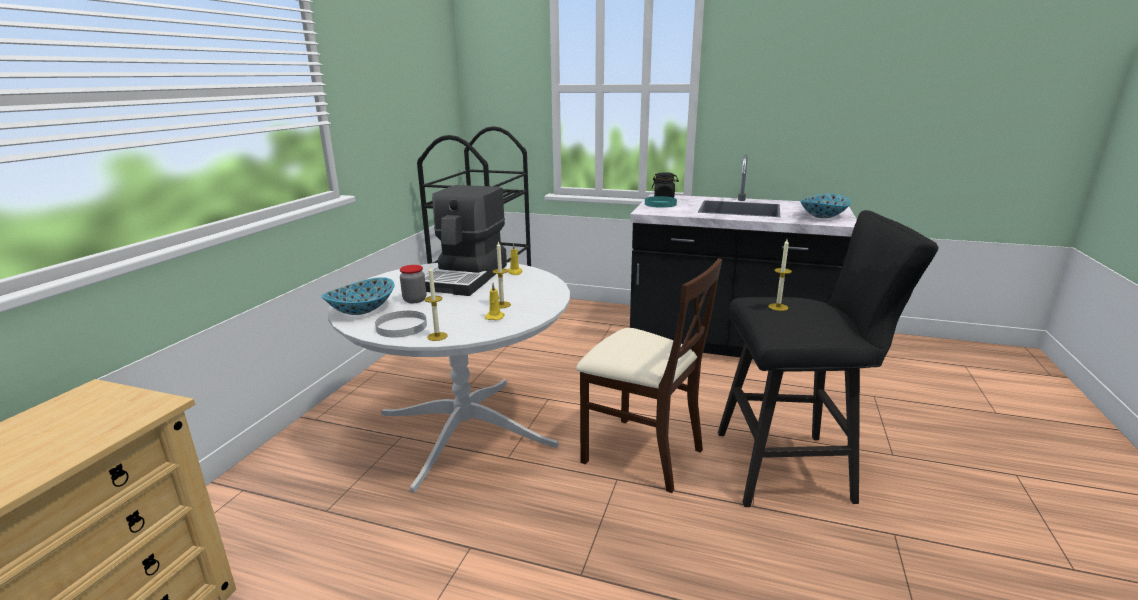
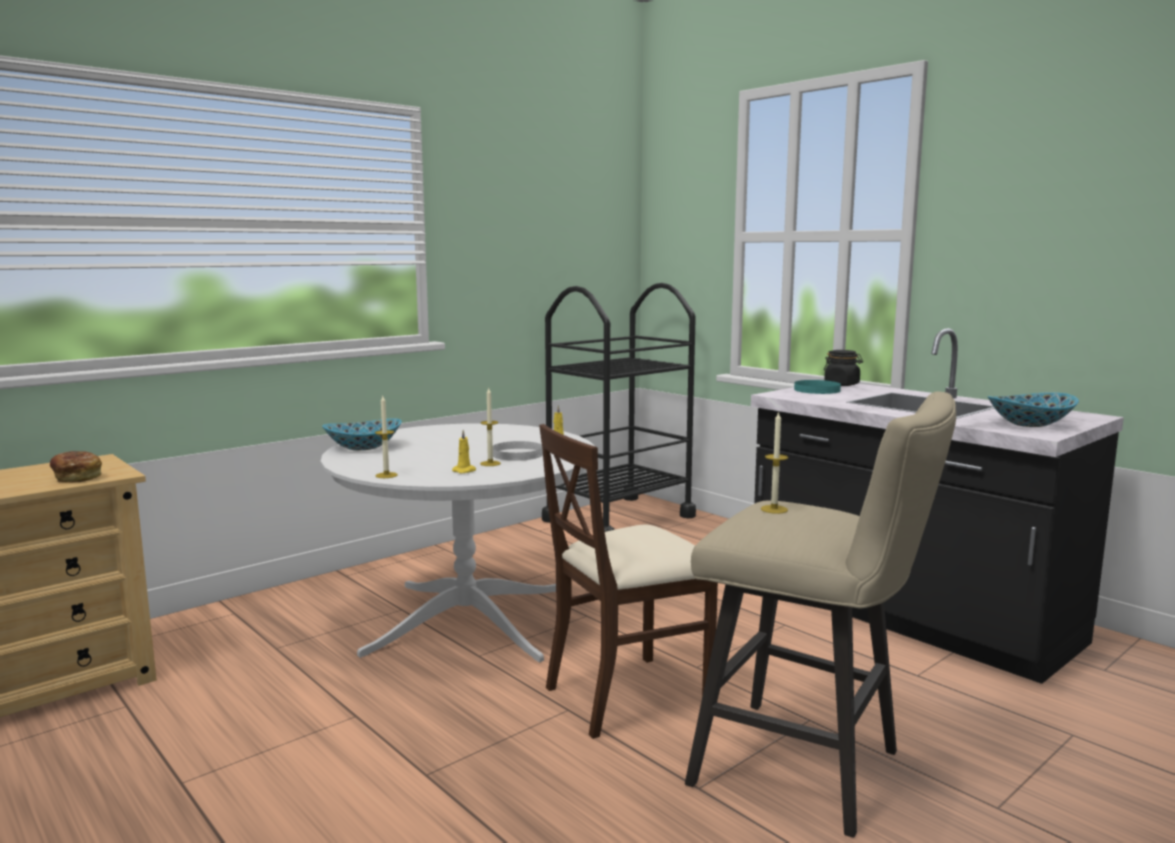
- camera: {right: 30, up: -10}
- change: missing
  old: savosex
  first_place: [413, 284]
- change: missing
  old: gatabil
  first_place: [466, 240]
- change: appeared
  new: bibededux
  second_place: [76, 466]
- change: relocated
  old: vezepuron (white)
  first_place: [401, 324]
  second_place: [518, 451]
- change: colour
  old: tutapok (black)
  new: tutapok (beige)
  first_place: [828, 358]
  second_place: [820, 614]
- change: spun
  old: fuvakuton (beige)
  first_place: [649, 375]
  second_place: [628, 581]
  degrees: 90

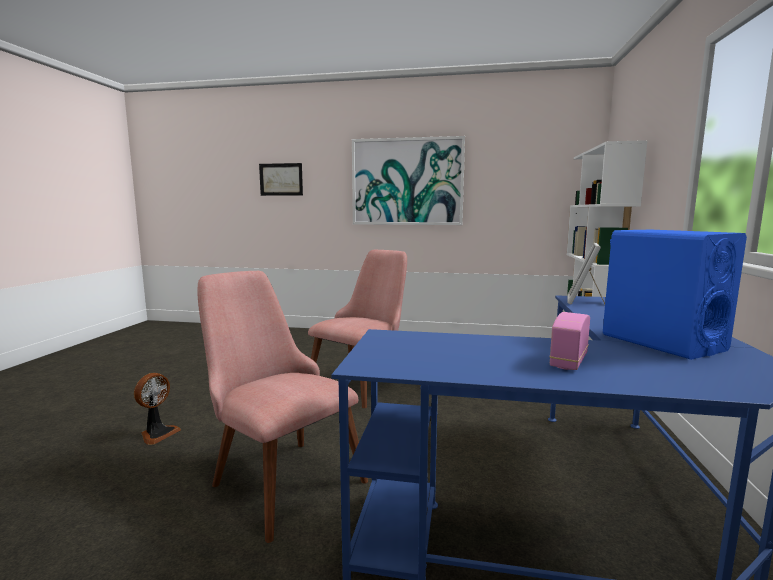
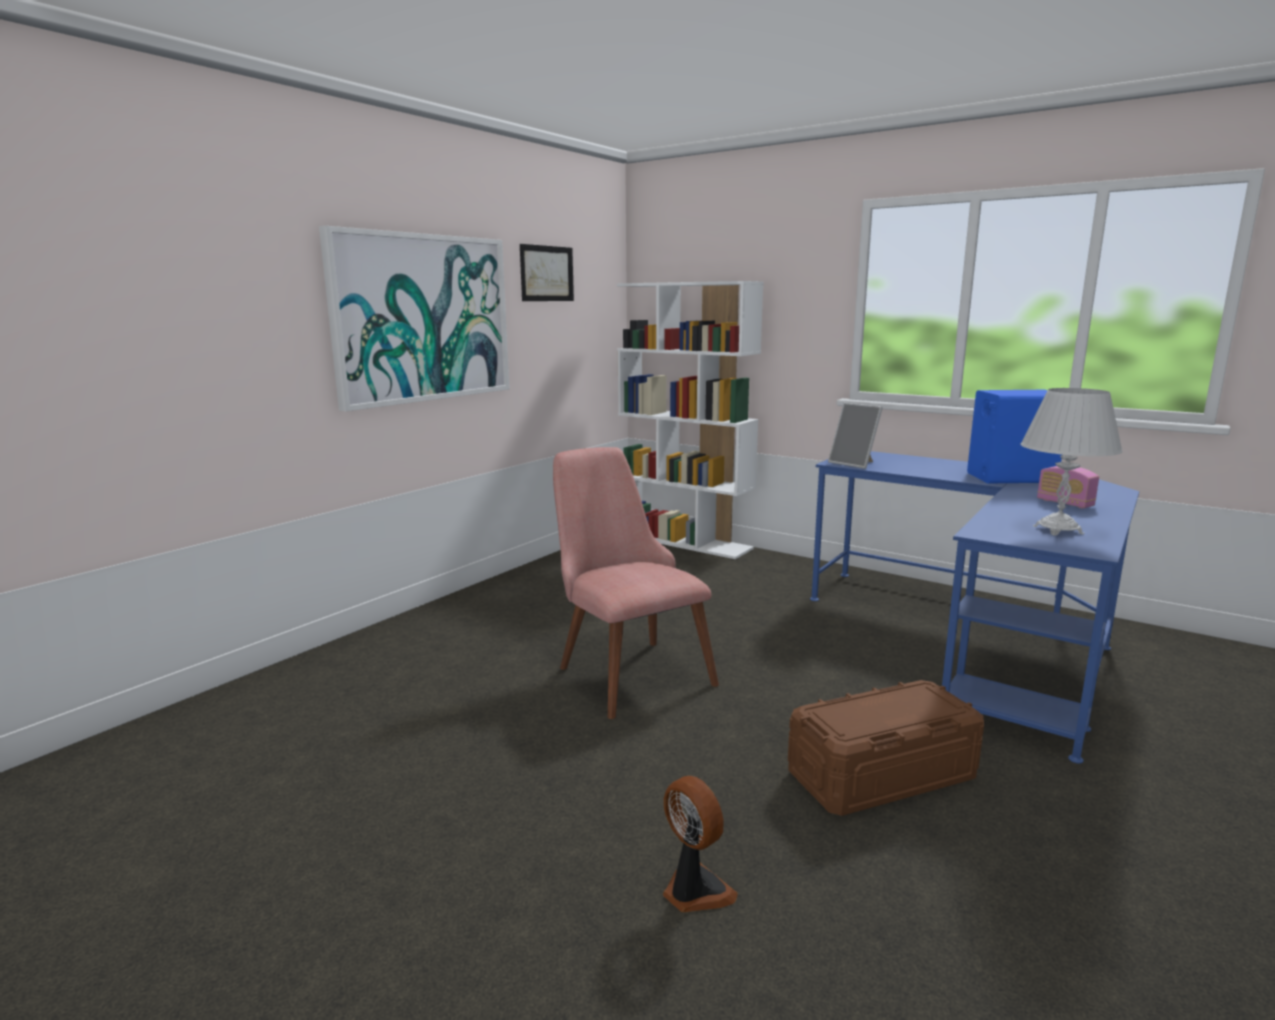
- camera: {right: -65, up: 5}
- change: appeared
  new: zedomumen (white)
  second_place: [1072, 462]
- change: relocated
  old: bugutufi
  first_place: [281, 179]
  second_place: [547, 272]
- change: exchanged
  old: fuvakuton (pink)
  new: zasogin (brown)
  first_place: [283, 407]
  second_place: [886, 748]

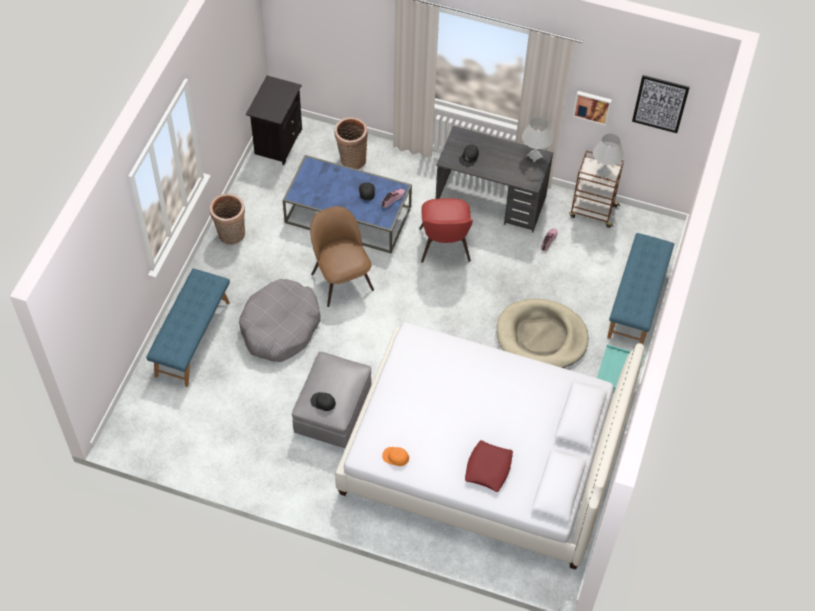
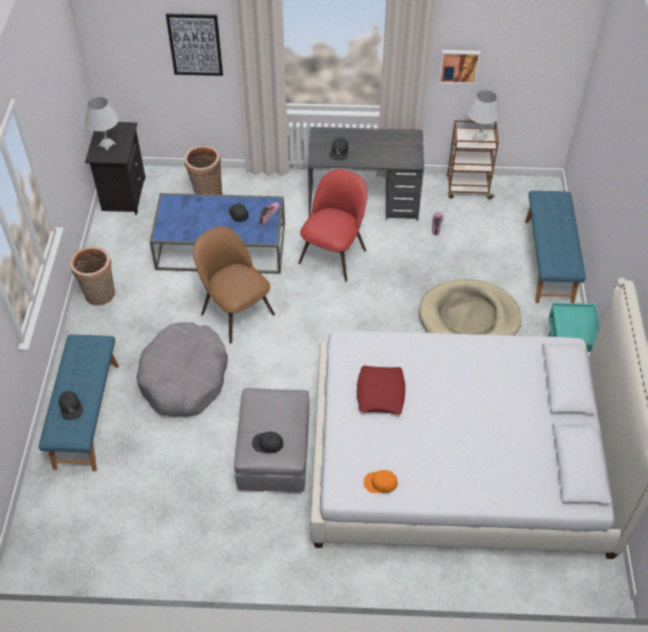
- camera: {right: -15, up: -5}
- change: appeared
  new: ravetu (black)
  second_place: [71, 405]
- change: relocated
  old: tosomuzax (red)
  first_place: [489, 466]
  second_place: [381, 390]
- change: relocated
  old: zedomumen (white)
  first_place: [537, 139]
  second_place: [102, 124]
- change: relocated
  old: bugutufi
  first_place: [661, 104]
  second_place: [194, 44]
- change: spun
  old: fuvakuton (red)
  first_place: [446, 230]
  second_place: [332, 225]
  degrees: -135

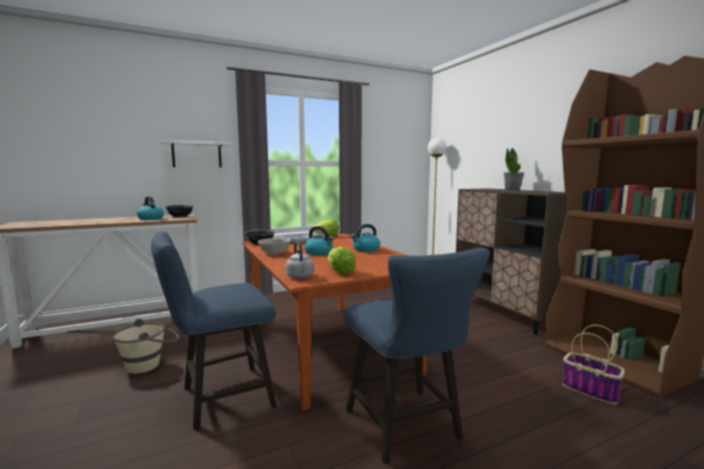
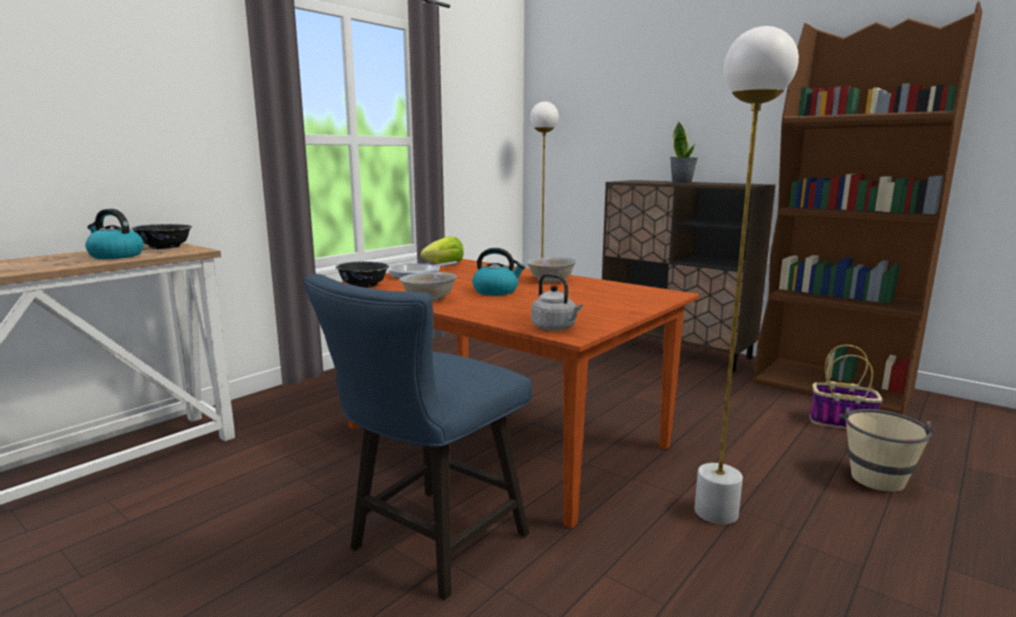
- camera: {right: -25, up: 5}
- change: missing
  old: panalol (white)
  first_place: [196, 153]
- change: missing
  old: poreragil
  first_place: [342, 260]
- change: relocated
  old: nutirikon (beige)
  first_place: [146, 346]
  second_place: [886, 449]
- change: exchanged
  old: fuvakuton (blue)
  new: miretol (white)
  first_place: [417, 355]
  second_place: [746, 275]
- change: exchanged
  old: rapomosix
  new: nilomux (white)
  first_place: [365, 238]
  second_place: [551, 270]

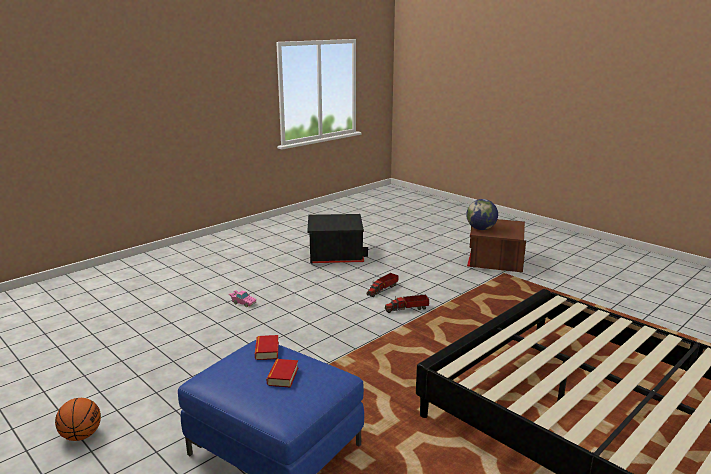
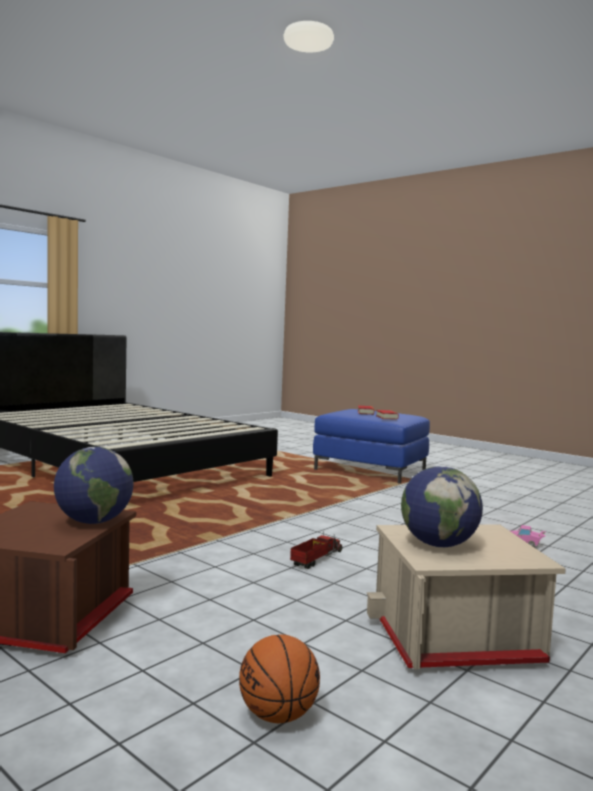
- camera: {right: 175, up: -15}
- change: missing
  old: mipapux
  first_place: [407, 304]
- change: appeared
  new: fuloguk
  second_place: [442, 506]
- change: relocated
  old: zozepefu
  first_place: [78, 419]
  second_place: [279, 678]
- change: colour
  old: zasogin (black)
  new: zasogin (beige)
  first_place: [338, 239]
  second_place: [466, 596]

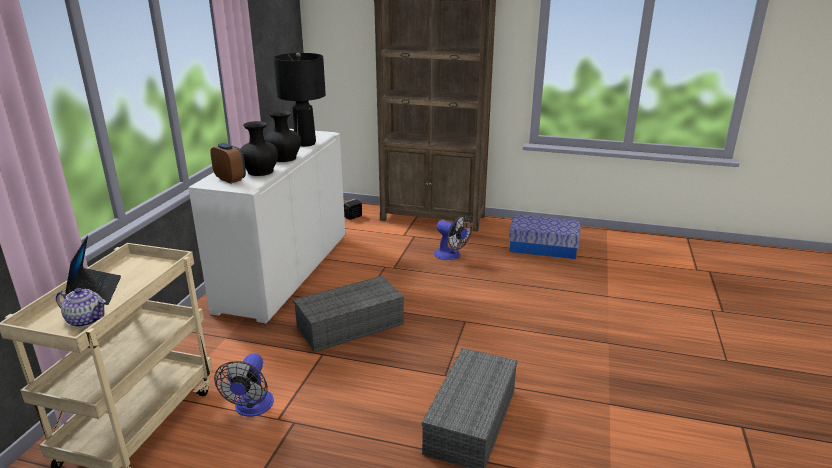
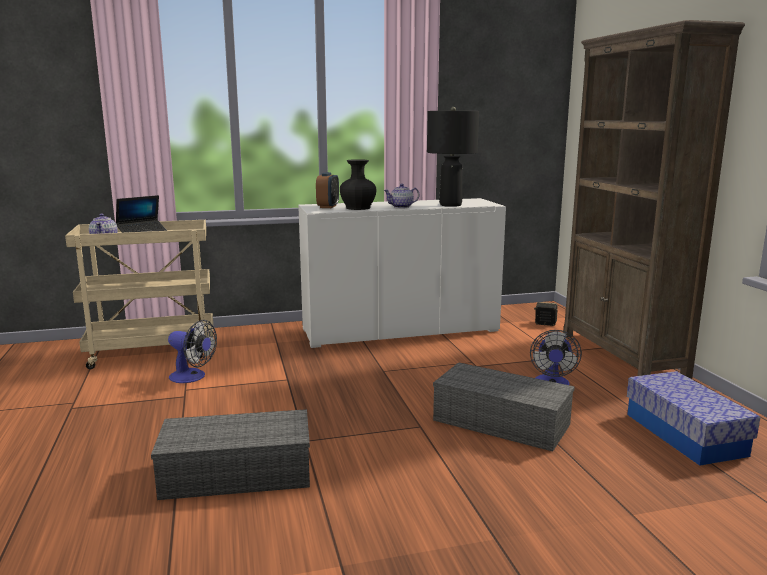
- camera: {right: 60, up: -10}
- change: relocated
  old: zasogin (grey)
  first_place: [348, 314]
  second_place: [504, 407]
- change: exchanged
  old: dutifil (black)
  new: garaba
  first_place: [282, 136]
  second_place: [401, 196]
- change: spun
  old: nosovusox
  first_place: [244, 384]
  second_place: [192, 351]
  degrees: -135

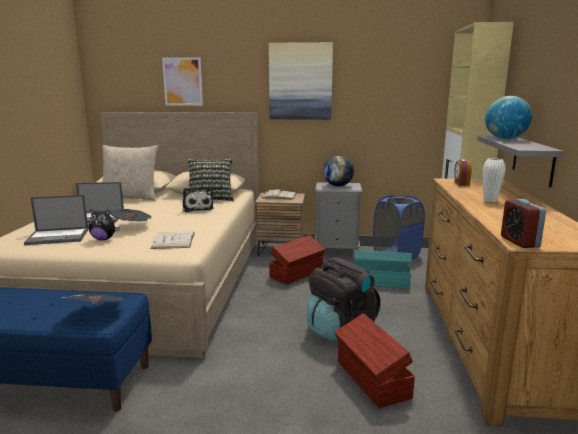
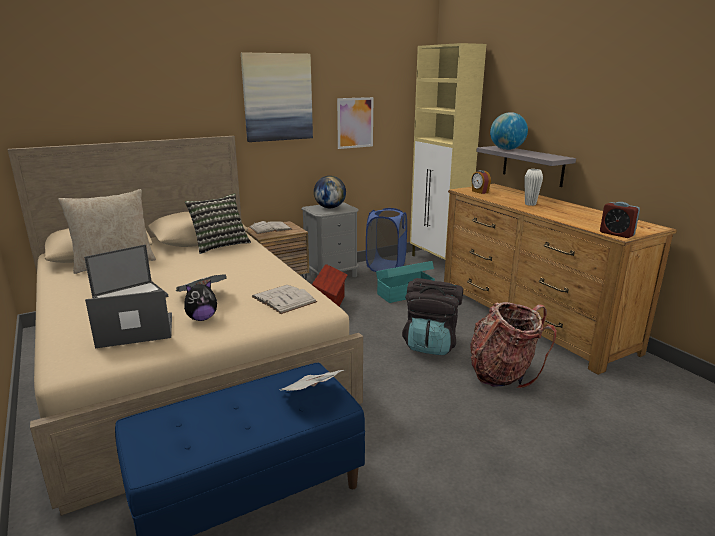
- camera: {right: -35, up: 5}
- change: missing
  old: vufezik
  first_place: [198, 200]
- change: relocated
  old: bugutufi
  first_place: [182, 81]
  second_place: [355, 123]
- change: exchanged
  old: zasogin (brown)
  new: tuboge
  first_place: [375, 360]
  second_place: [513, 345]
- change: spun
  old: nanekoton
  first_place: [56, 220]
  second_place: [128, 319]
  degrees: -150

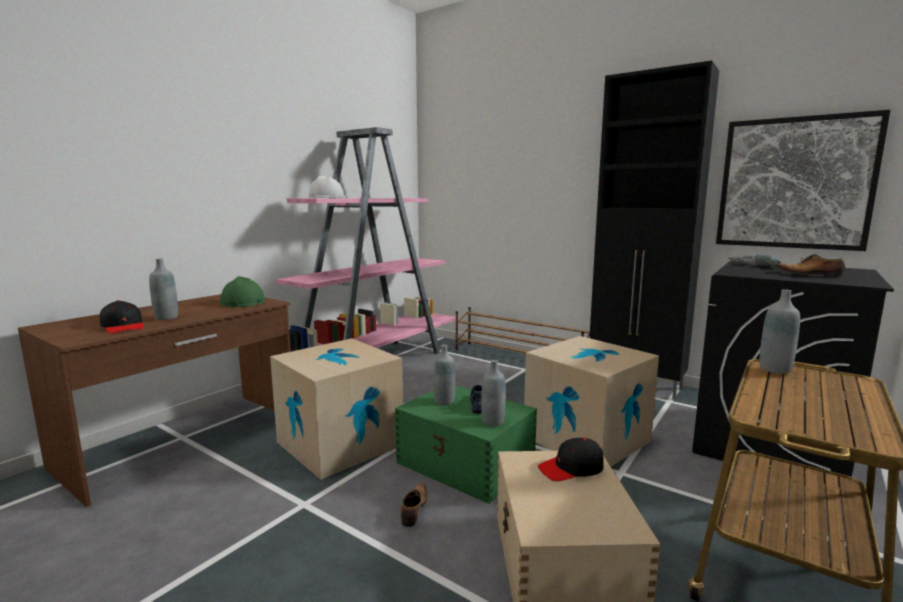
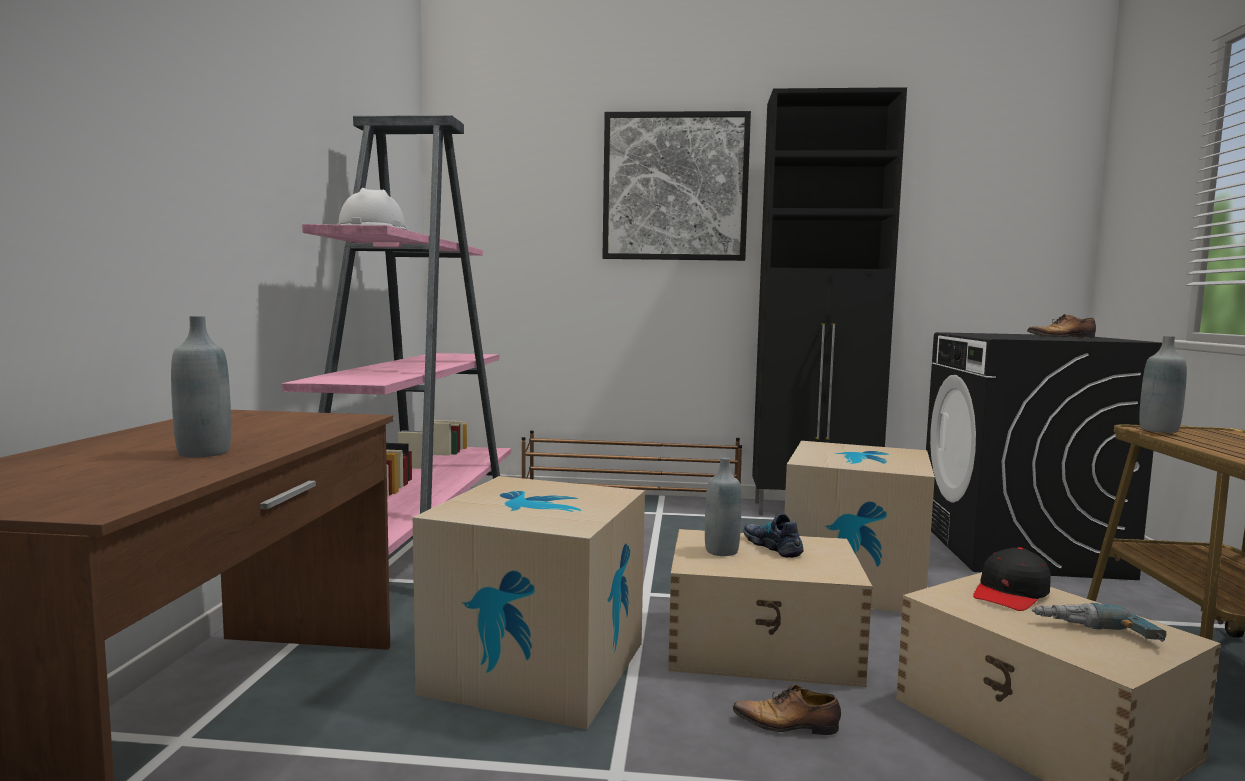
- camera: {right: -30, up: -5}
- change: missing
  old: ravetu (black)
  first_place: [121, 317]
- change: missing
  old: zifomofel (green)
  first_place: [242, 291]
- change: missing
  old: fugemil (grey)
  first_place: [493, 393]
- change: relocated
  old: bugutufi
  first_place: [803, 180]
  second_place: [676, 186]
- change: relocated
  old: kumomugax
  first_place: [754, 260]
  second_place: [1099, 622]
- change: colour
  old: zasogin (green)
  new: zasogin (beige)
  first_place: [466, 444]
  second_place: [770, 608]
- change: spun
  old: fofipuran
  first_place: [414, 505]
  second_place: [787, 709]
  degrees: -60

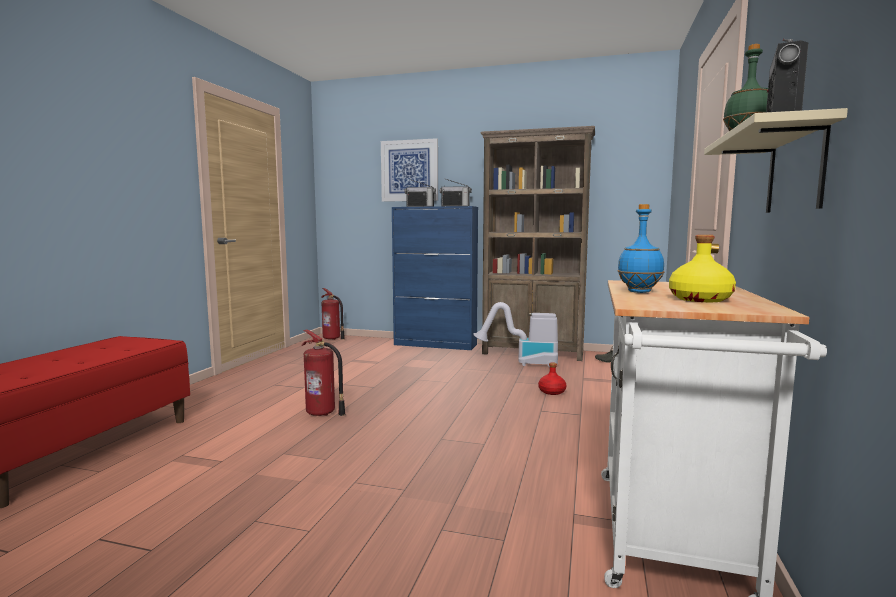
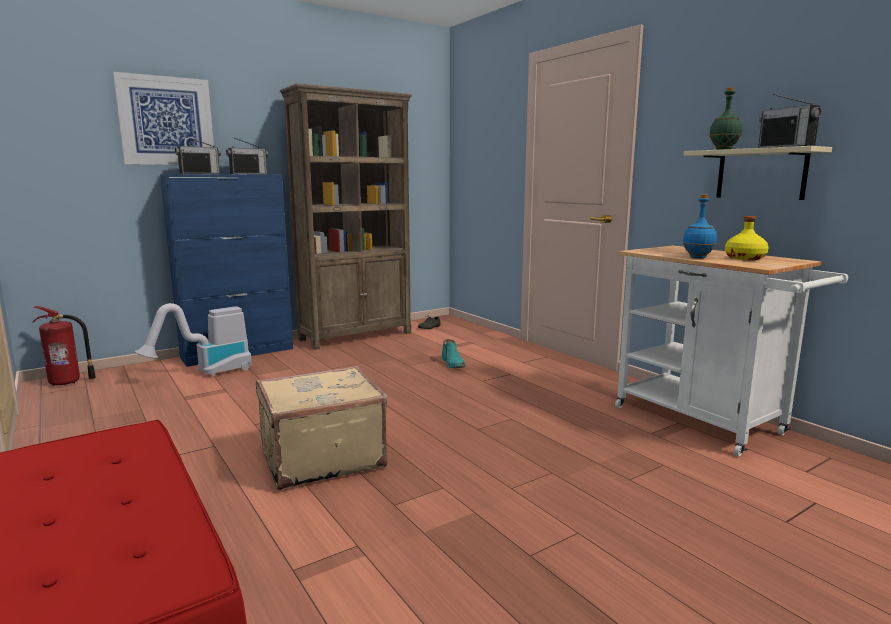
- camera: {right: -50, up: 5}
- change: relocated
  old: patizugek
  first_place: [515, 334]
  second_place: [193, 340]
- change: exchanged
  old: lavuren
  new: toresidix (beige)
  first_place: [323, 372]
  second_place: [321, 428]
- change: exchanged
  old: fugemil (red)
  new: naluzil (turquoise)
  first_place: [552, 378]
  second_place: [454, 353]

